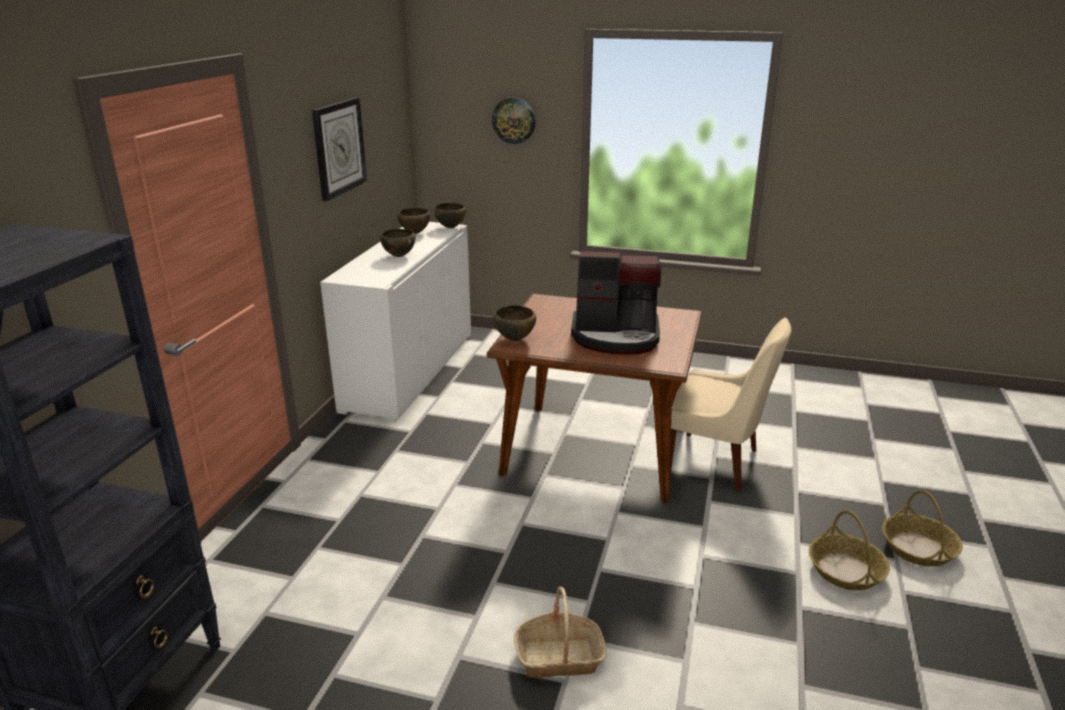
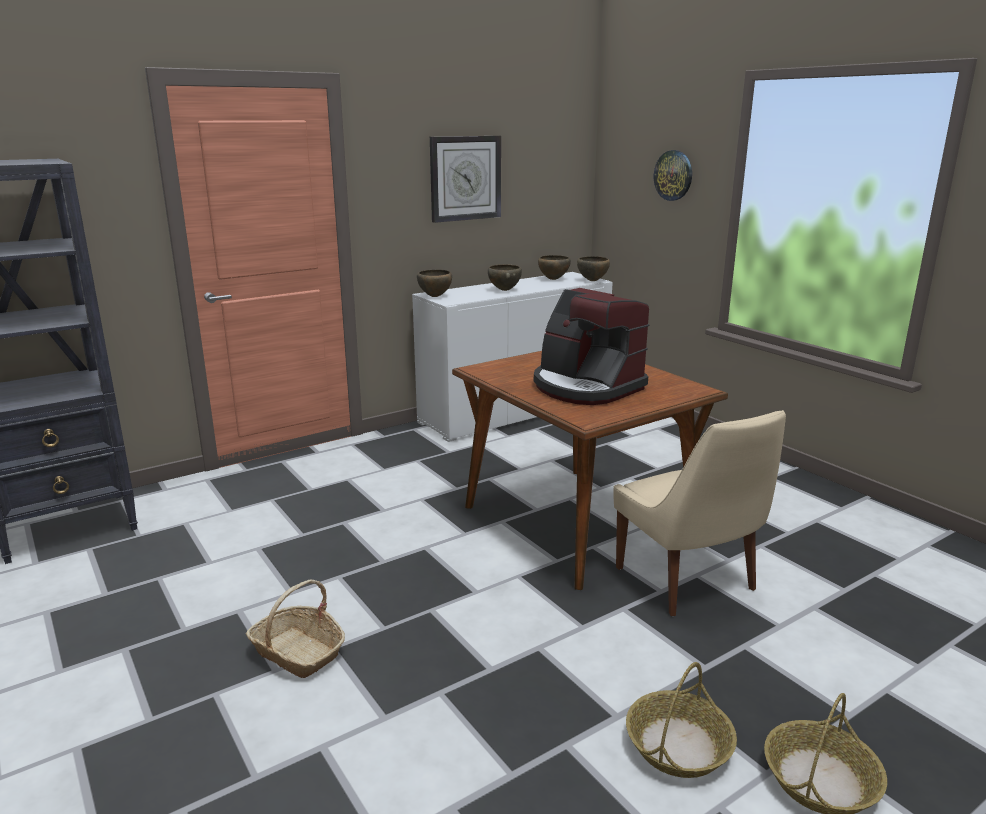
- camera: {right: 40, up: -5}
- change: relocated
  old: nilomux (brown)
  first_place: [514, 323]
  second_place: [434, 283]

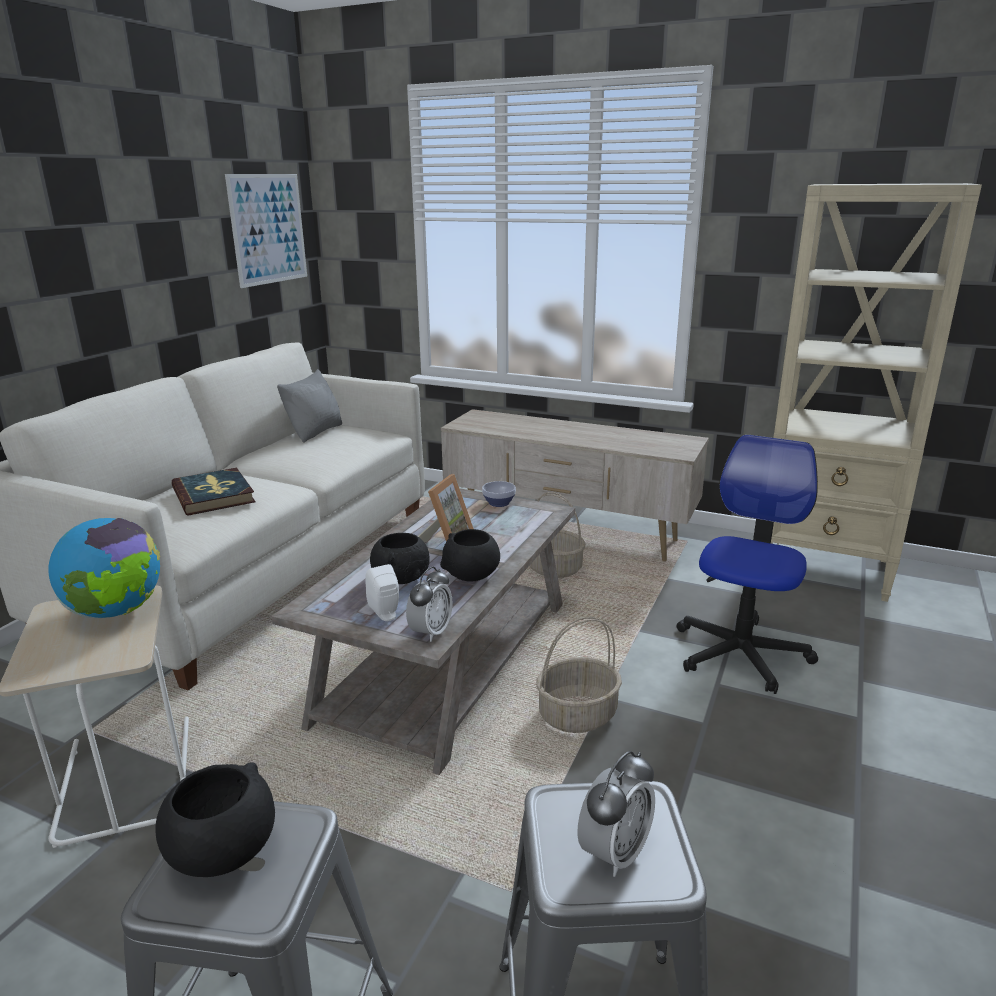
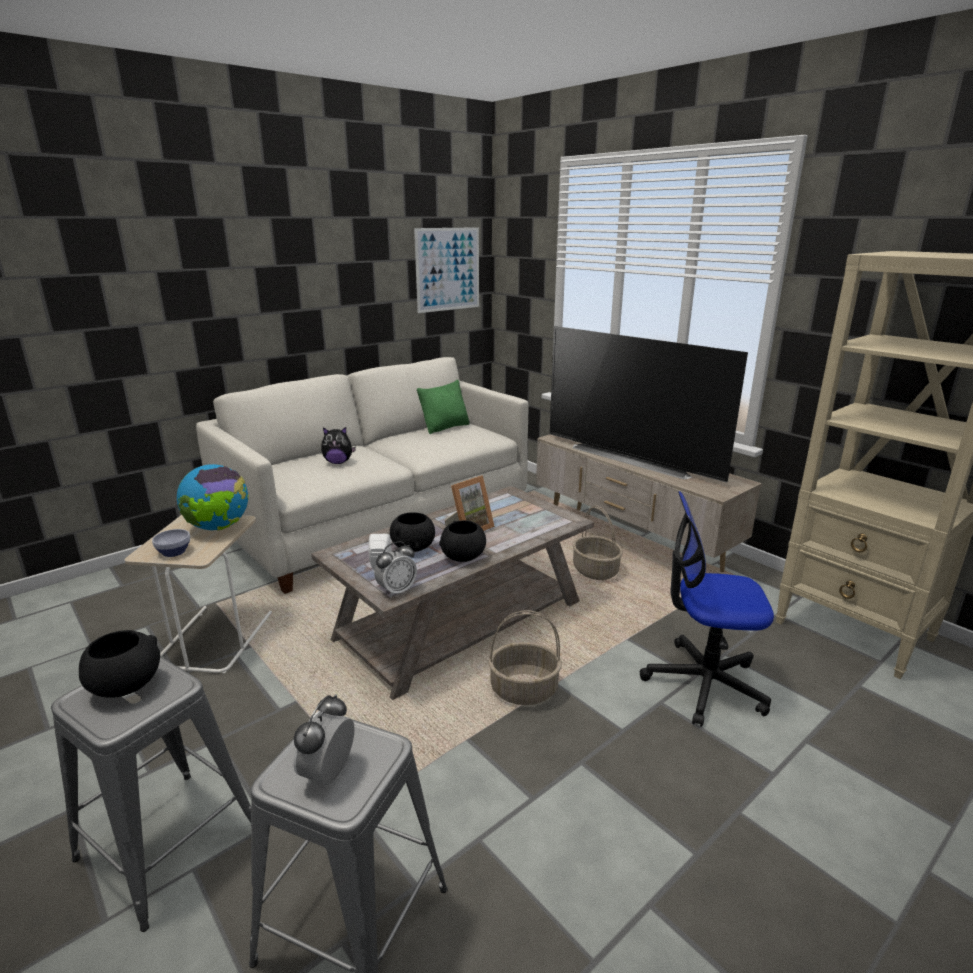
- camera: {right: 25, up: 0}
- change: appeared
  new: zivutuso
  second_place: [649, 404]
- change: relocated
  old: nilomux
  first_place: [499, 494]
  second_place: [171, 543]
- change: exchanged
  old: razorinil
  new: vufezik
  first_place: [213, 492]
  second_place: [338, 445]
- change: colour
  old: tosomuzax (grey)
  new: tosomuzax (green)
  first_place: [309, 405]
  second_place: [443, 407]
- change: spun
  old: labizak
  first_place: [616, 814]
  second_place: [324, 740]
  degrees: 135
- change: spun
  old: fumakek
  first_place: [747, 564]
  second_place: [707, 609]
  degrees: -135

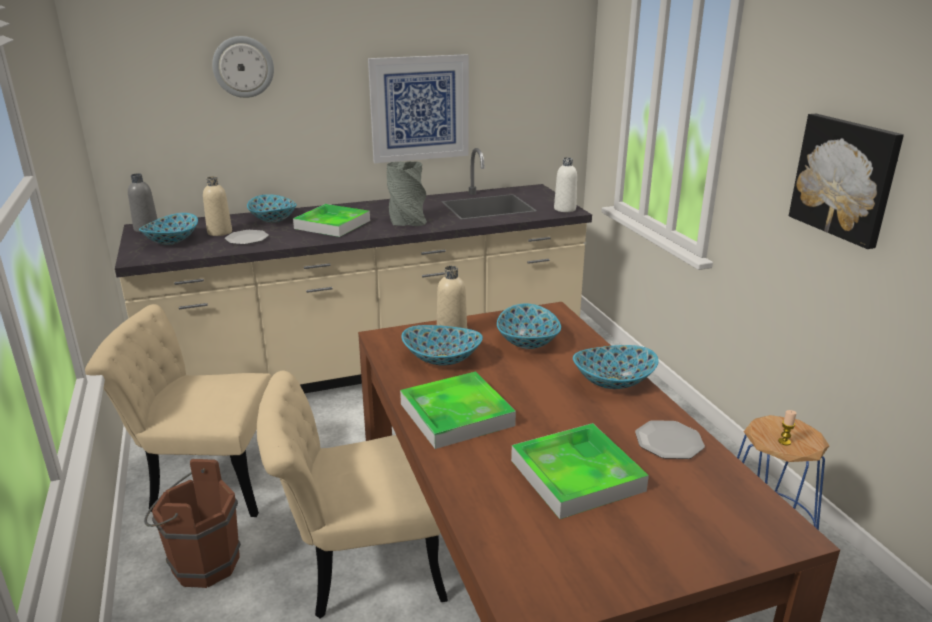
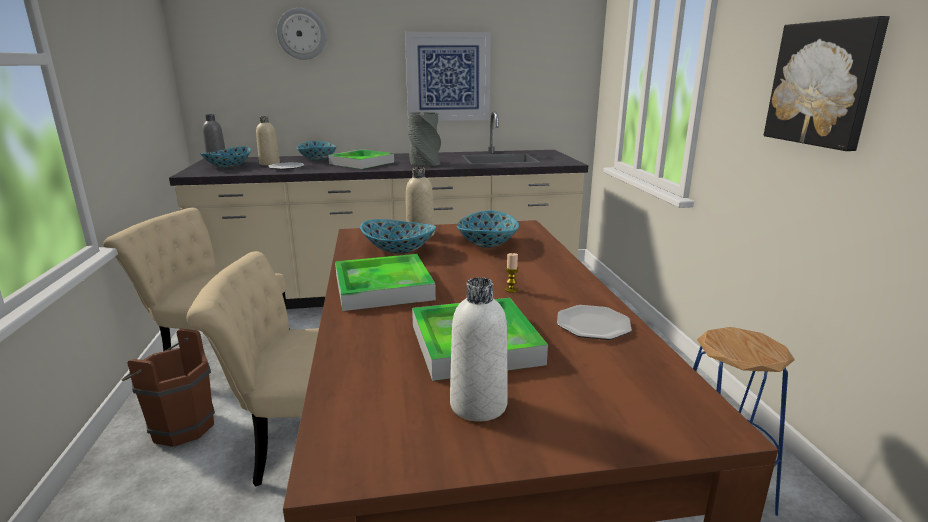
- camera: {right: 10, up: -5}
- change: missing
  old: nilomux
  first_place: [616, 367]
- change: relocated
  old: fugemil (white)
  first_place: [565, 184]
  second_place: [479, 349]
- change: relocated
  old: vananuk
  first_place: [787, 427]
  second_place: [512, 273]

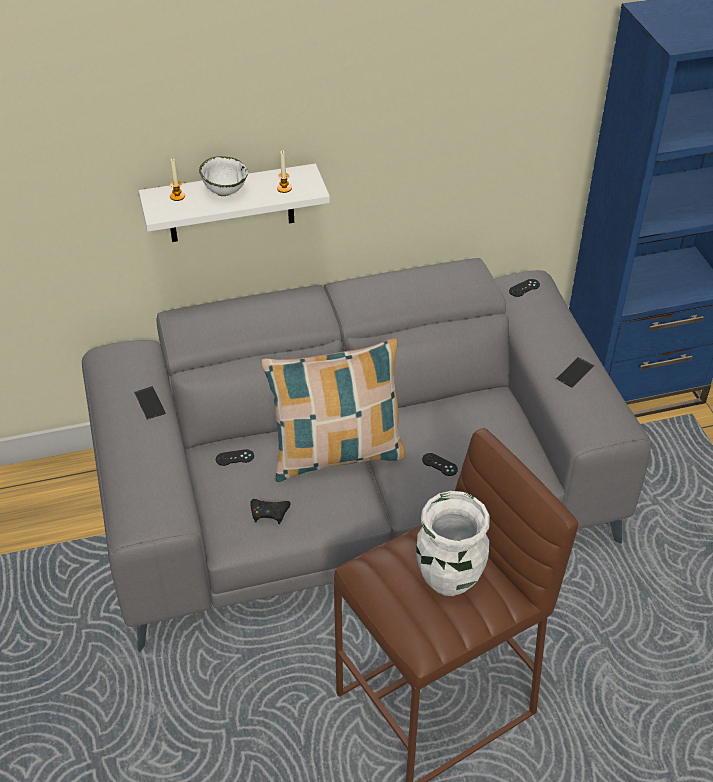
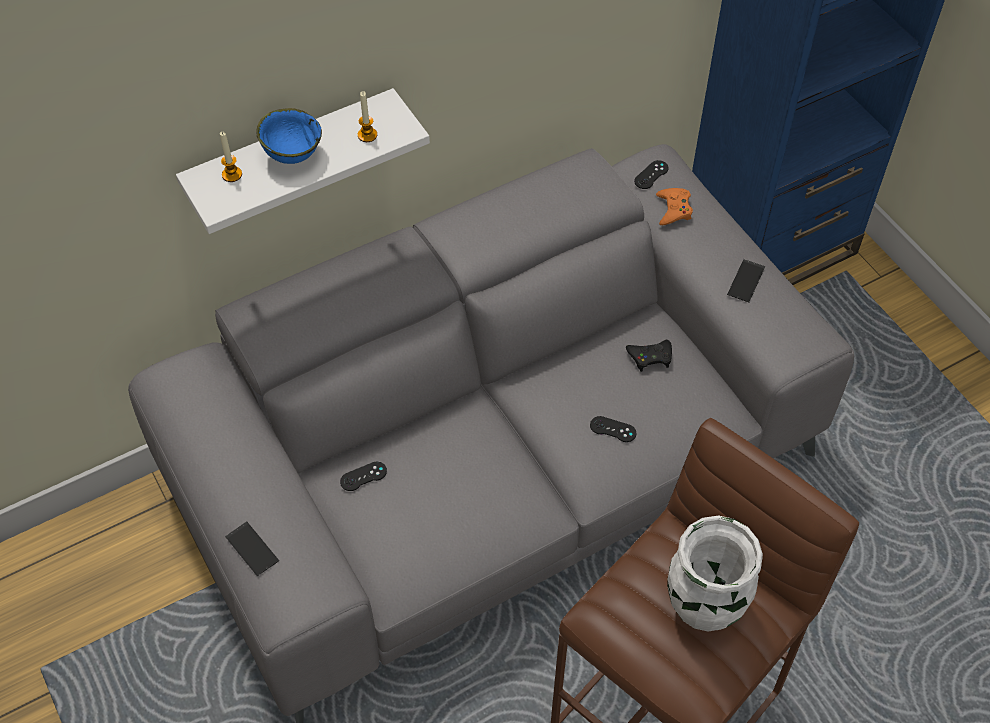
- camera: {right: -15, up: 10}
- change: missing
  old: tosomuzax
  first_place: [333, 410]
- change: appeared
  new: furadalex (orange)
  second_place: [674, 206]
- change: relocated
  old: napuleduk
  first_place: [150, 403]
  second_place: [252, 549]
- change: relocated
  old: furadalex (black)
  first_place: [270, 511]
  second_place: [649, 356]
- change: colour
  old: nilomux (white)
  new: nilomux (blue)
  first_place: [223, 176]
  second_place: [289, 136]

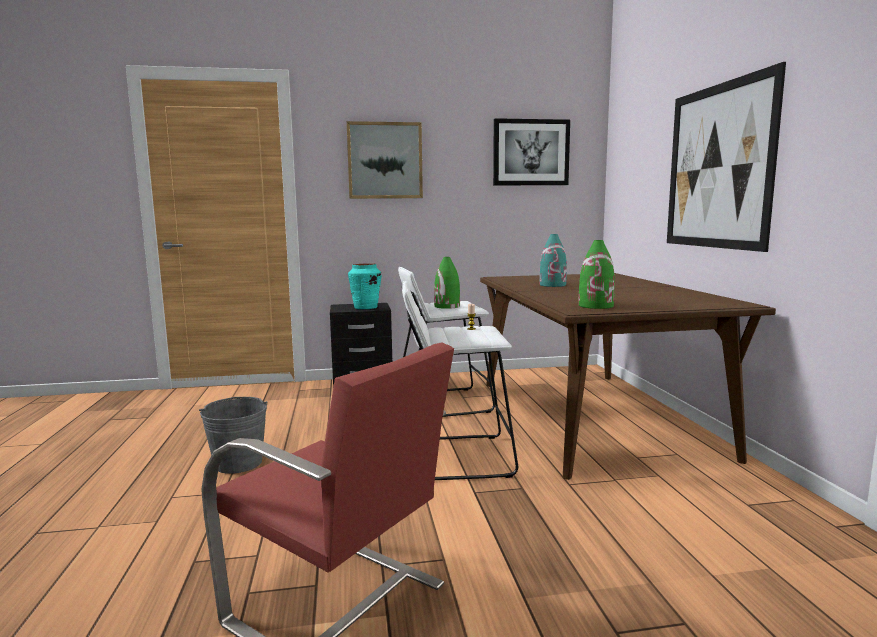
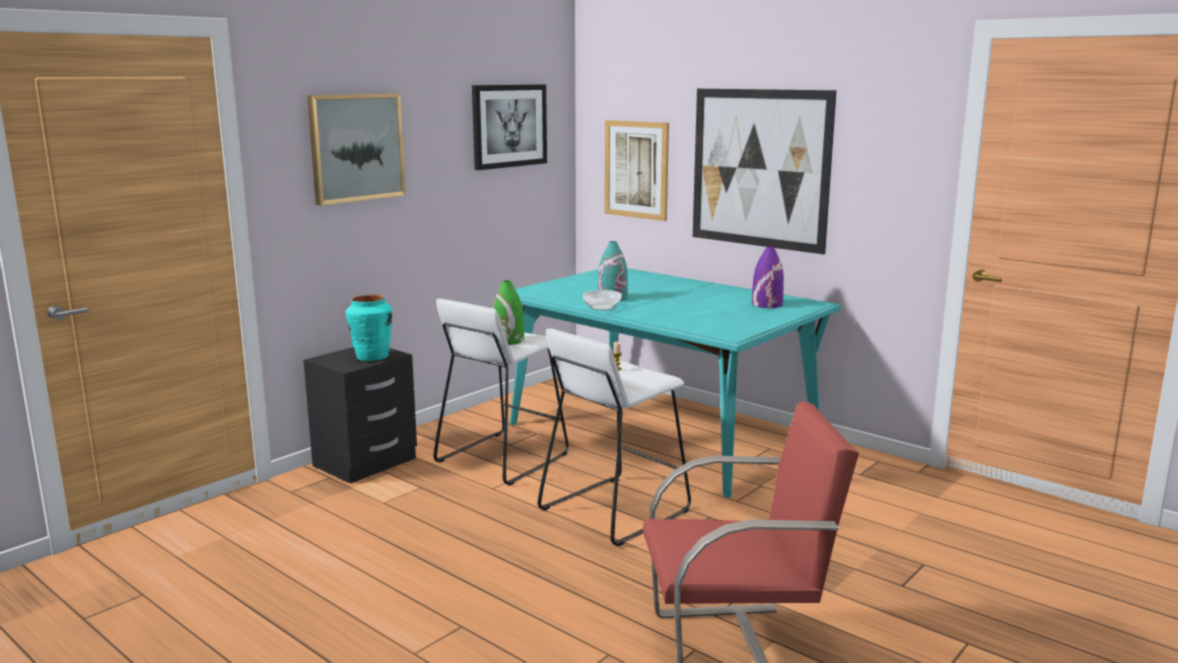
- camera: {right: -40, up: 5}
- change: missing
  old: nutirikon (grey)
  first_place: [233, 435]
- change: missing
  old: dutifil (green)
  first_place: [597, 274]
- change: appeared
  new: nilomux
  second_place: [602, 300]
- change: appeared
  new: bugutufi
  second_place: [636, 170]
- change: appeared
  new: dutifil (purple)
  second_place: [768, 277]
- change: colour
  old: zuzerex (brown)
  new: zuzerex (turquoise)
  first_place: [628, 376]
  second_place: [668, 383]

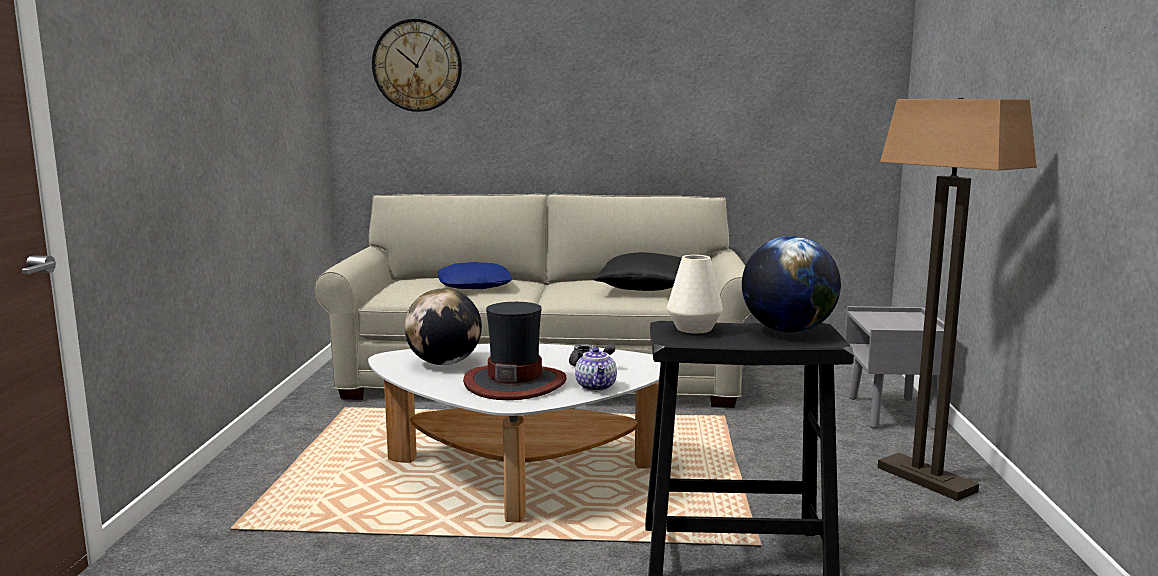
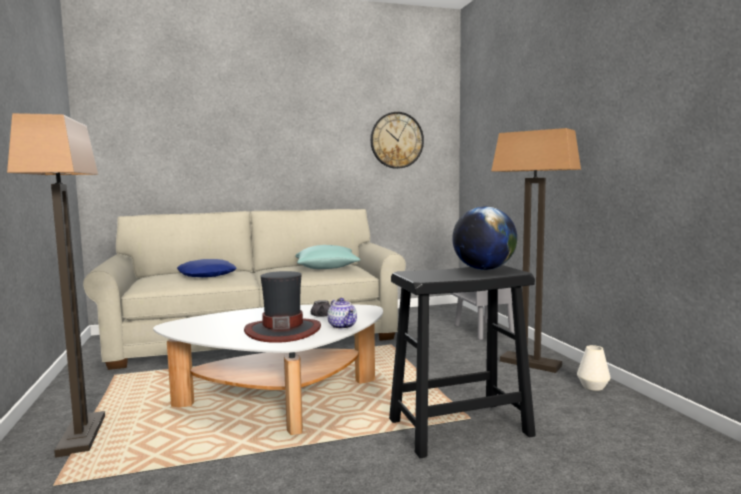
- camera: {right: -20, up: -5}
- change: missing
  old: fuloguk
  first_place: [443, 327]
- change: appeared
  new: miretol
  second_place: [56, 285]
- change: relocated
  old: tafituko
  first_place: [417, 65]
  second_place: [397, 140]
- change: relocated
  old: dutifil (white)
  first_place: [695, 294]
  second_place: [594, 368]
- change: colour
  old: tosomuzax (black)
  new: tosomuzax (turquoise)
  first_place: [638, 271]
  second_place: [327, 257]

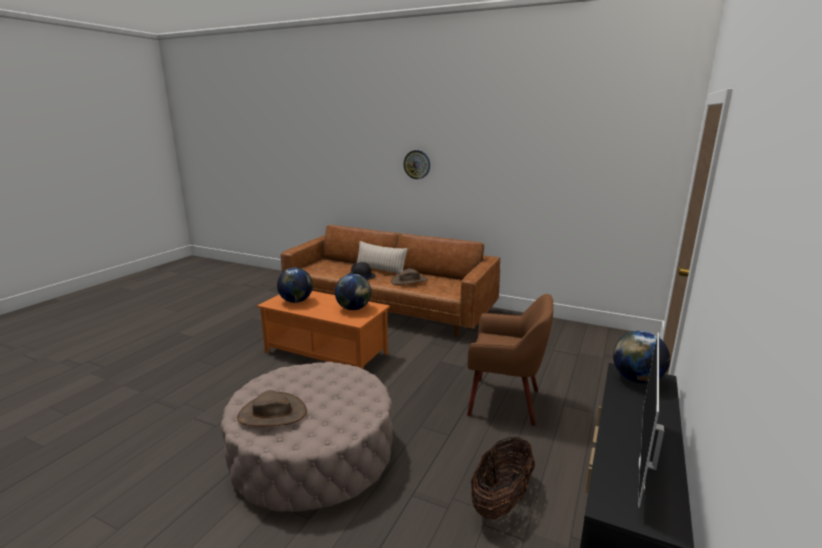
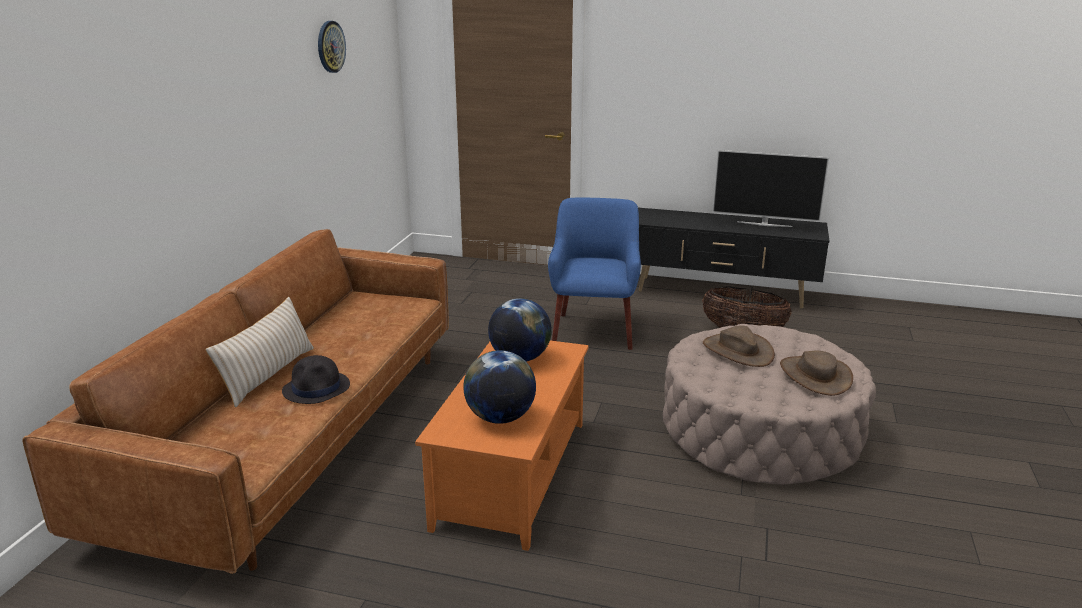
- camera: {right: -100, up: 5}
- change: missing
  old: fuloguk
  first_place: [641, 357]
- change: relocated
  old: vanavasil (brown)
  first_place: [409, 276]
  second_place: [739, 346]
- change: relocated
  old: tafituko
  first_place: [417, 164]
  second_place: [332, 47]
- change: colour
  old: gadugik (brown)
  new: gadugik (blue)
  first_place: [510, 360]
  second_place: [594, 274]

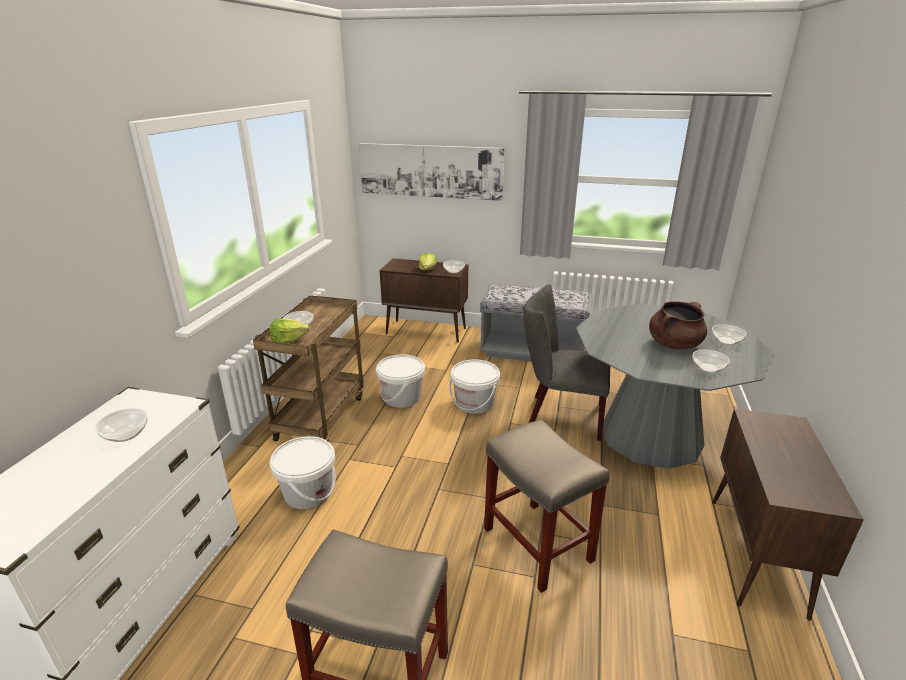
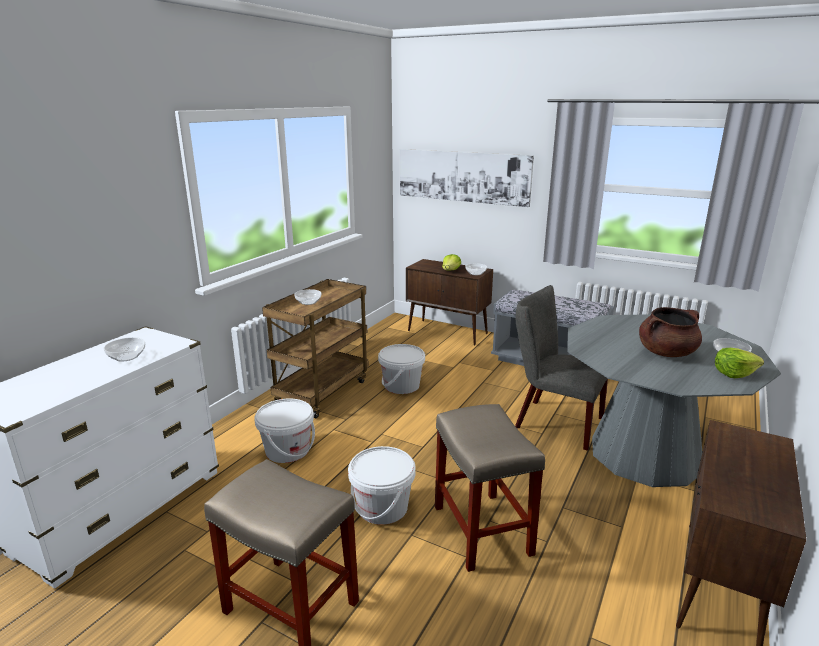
- camera: {right: 15, up: -5}
- change: missing
  old: nilomux
  first_place: [711, 361]
- change: relocated
  old: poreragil
  first_place: [289, 331]
  second_place: [739, 363]
- change: relocated
  old: nutirikon (white)
  first_place: [474, 386]
  second_place: [382, 485]

